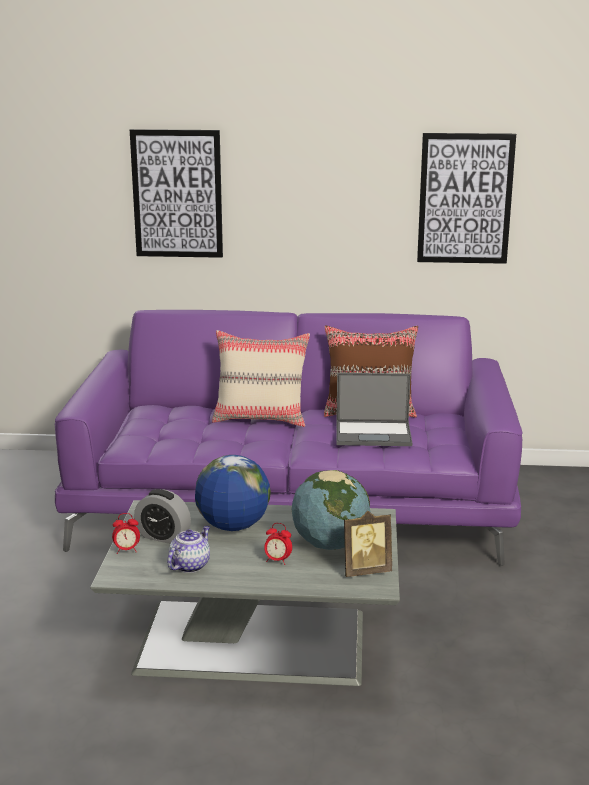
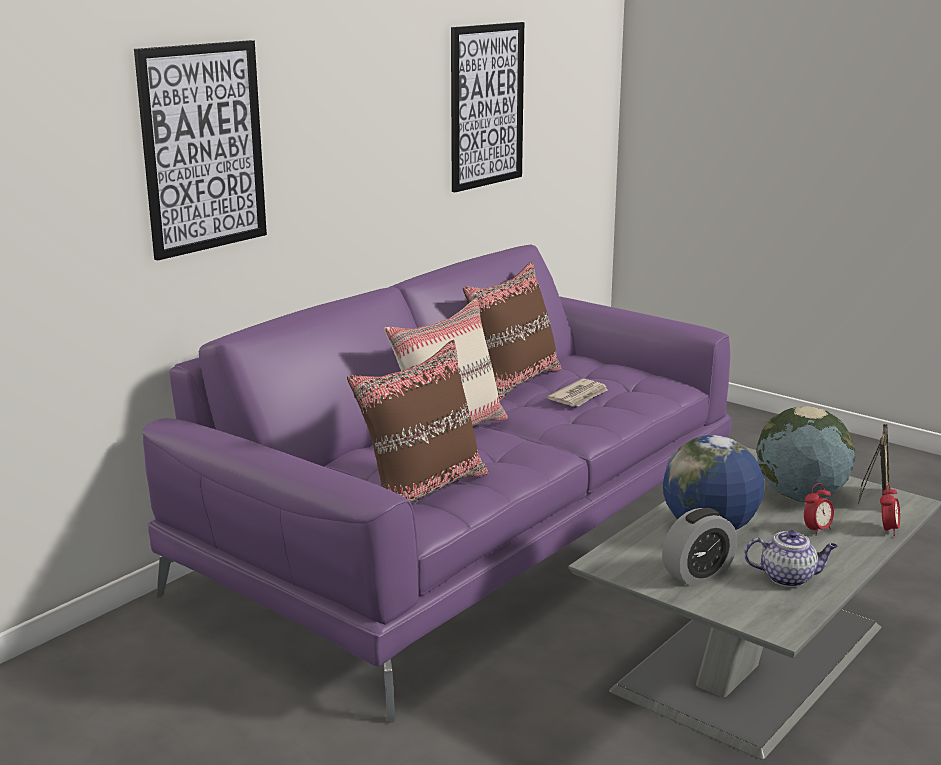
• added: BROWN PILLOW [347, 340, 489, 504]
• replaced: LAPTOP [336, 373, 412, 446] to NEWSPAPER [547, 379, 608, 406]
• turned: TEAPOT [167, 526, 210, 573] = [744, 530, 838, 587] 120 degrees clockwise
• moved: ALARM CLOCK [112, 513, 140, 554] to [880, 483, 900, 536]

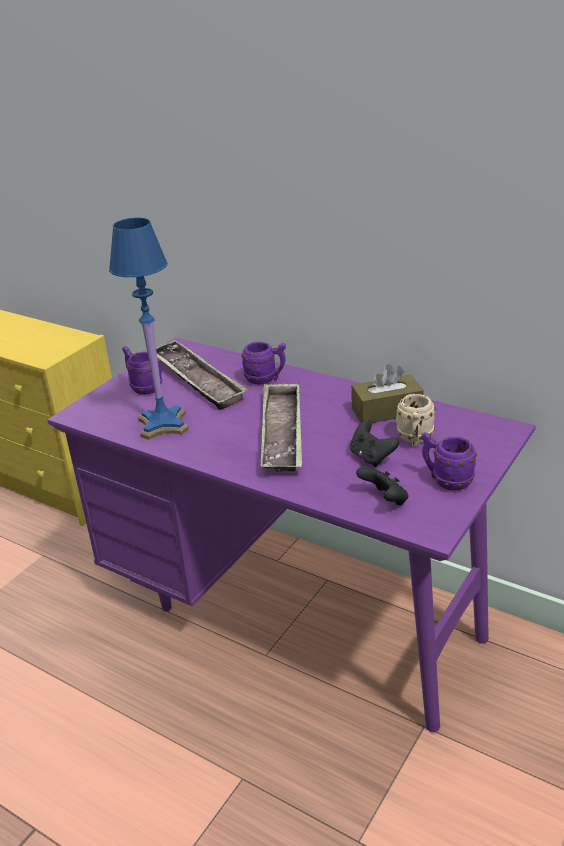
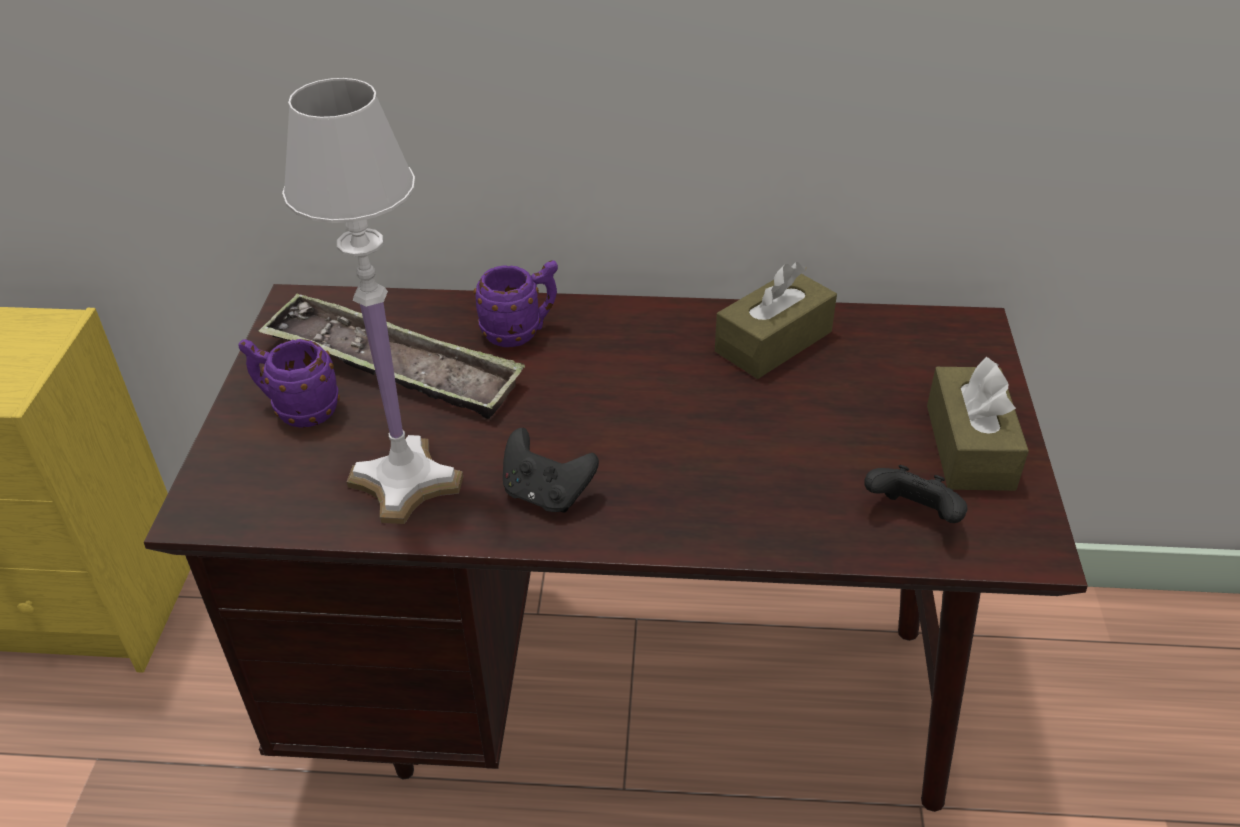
• recoloured: PURPLE DESK [47, 338, 536, 732] to BROWN DESK [144, 284, 1088, 812]
• recoloured: BLUE TABLE LAMP [109, 218, 189, 440] to WHITE TABLE LAMP [282, 78, 463, 524]
• moved: BLACK GAME CONTROLLER [350, 420, 399, 467] to [503, 428, 599, 513]
• replaced: PURPLE MUG [421, 432, 477, 490] to BROWN TISSUE BOX [927, 357, 1029, 491]
• removed: TRAY [261, 383, 302, 472]
• removed: BEIGE MUG [396, 394, 436, 447]

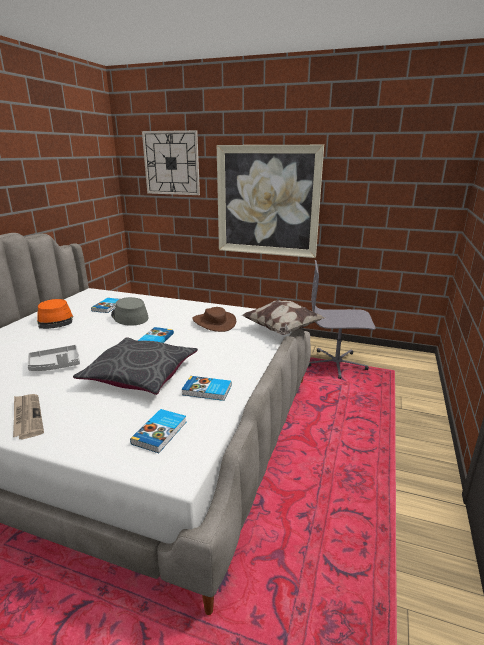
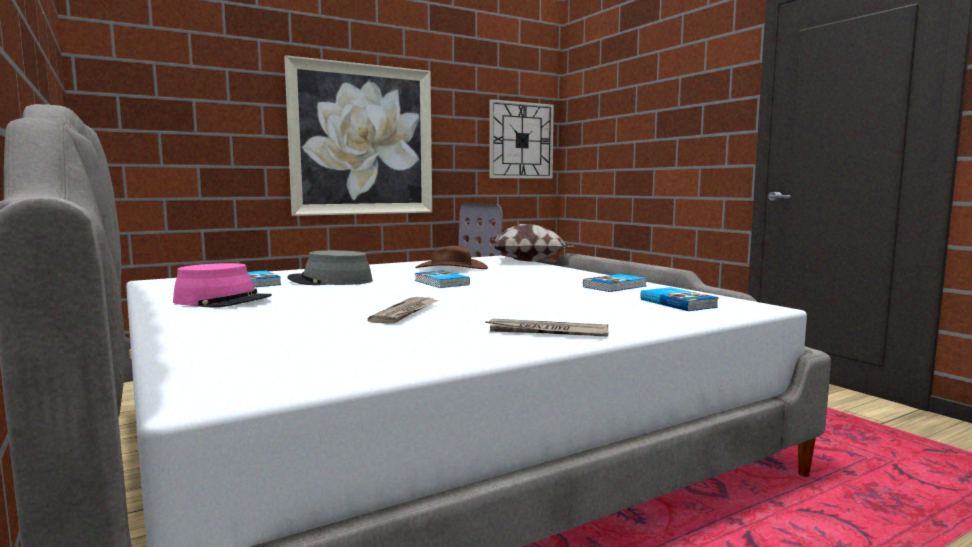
• recoloured: ORANGE HAT [37, 299, 73, 329] to PINK HAT [173, 263, 272, 308]
• replaced: GREY TRAY [27, 345, 80, 371] to NEWSPAPER [368, 297, 439, 324]
• moved: WALL CLOCK [142, 130, 200, 195] to [490, 99, 554, 179]
• removed: GREY PILLOW [73, 337, 198, 395]

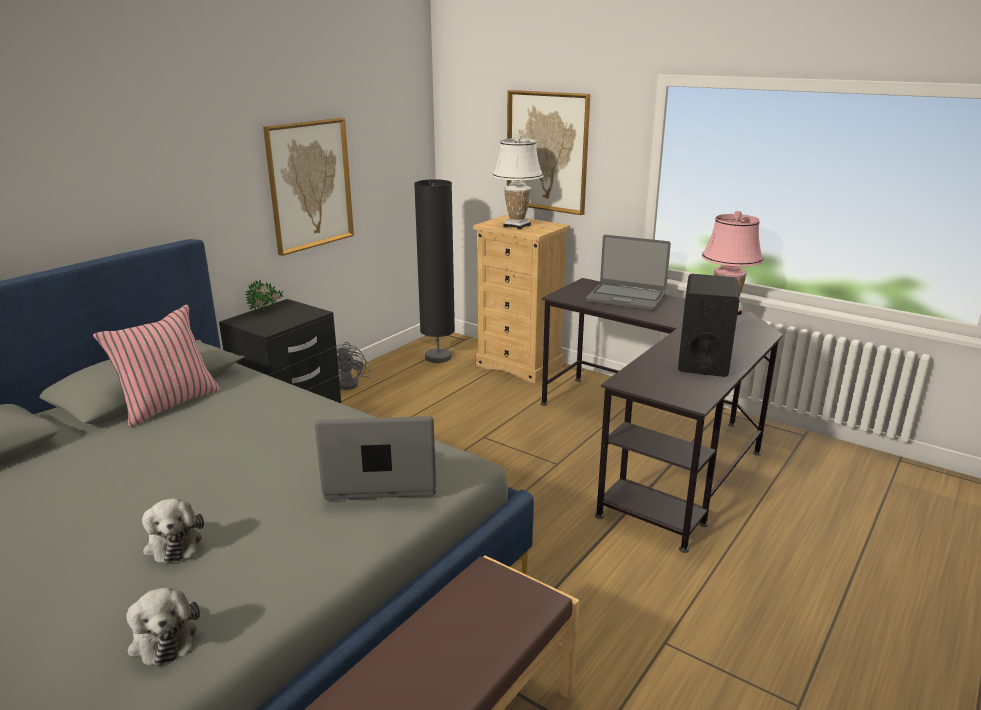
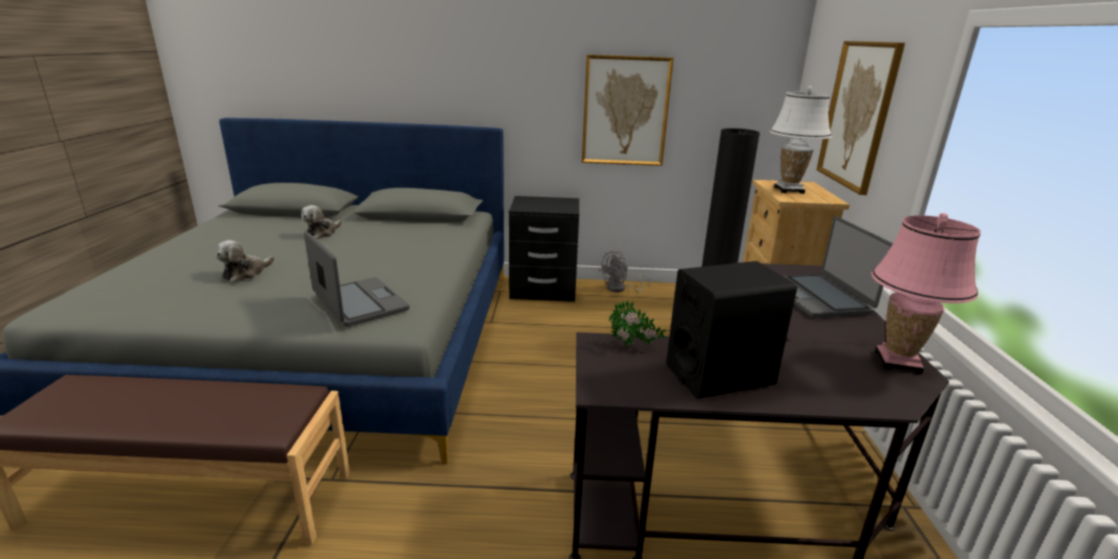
• moved: PLUSH TOY [126, 588, 200, 667] to [301, 205, 342, 239]
• moved: POTTED PLANT [245, 279, 283, 311] to [609, 300, 666, 347]
• removed: PINK PILLOW [93, 305, 221, 427]

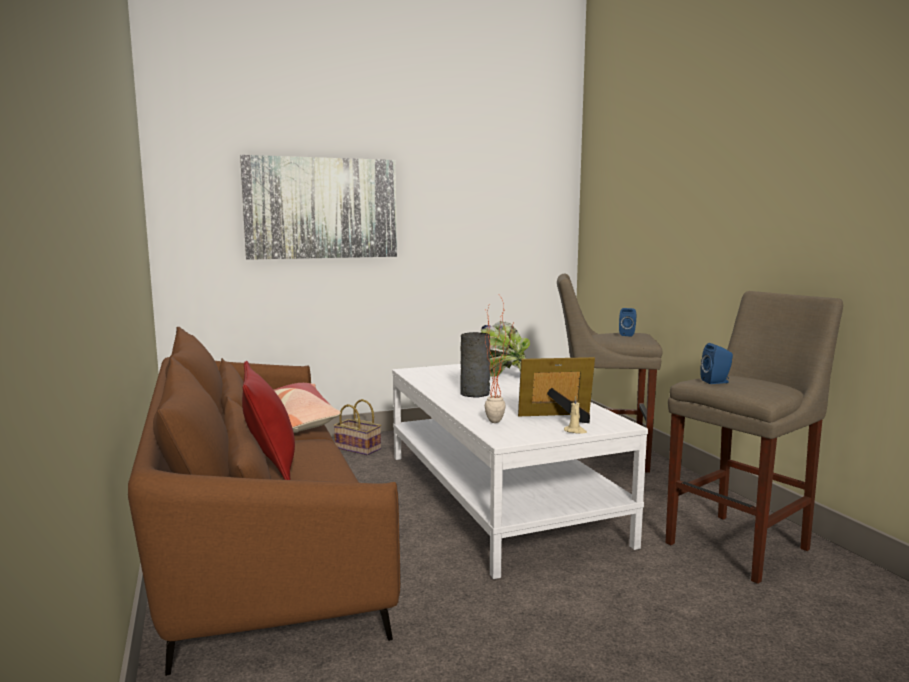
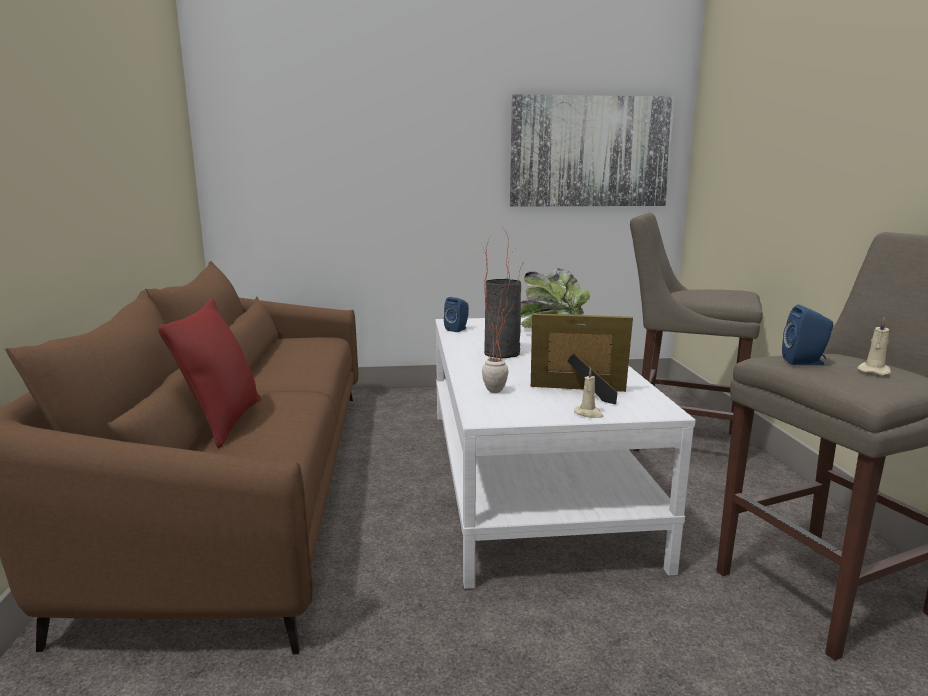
• moved: BLUE SPEAKER [619, 308, 636, 337] to [444, 297, 469, 332]
• moved: PICTURE [240, 155, 397, 260] to [510, 94, 675, 207]
• added: BEIGE CANDLE [857, 317, 891, 375]
• removed: PILLOW [274, 383, 341, 433]
• removed: BASKET [334, 399, 381, 455]

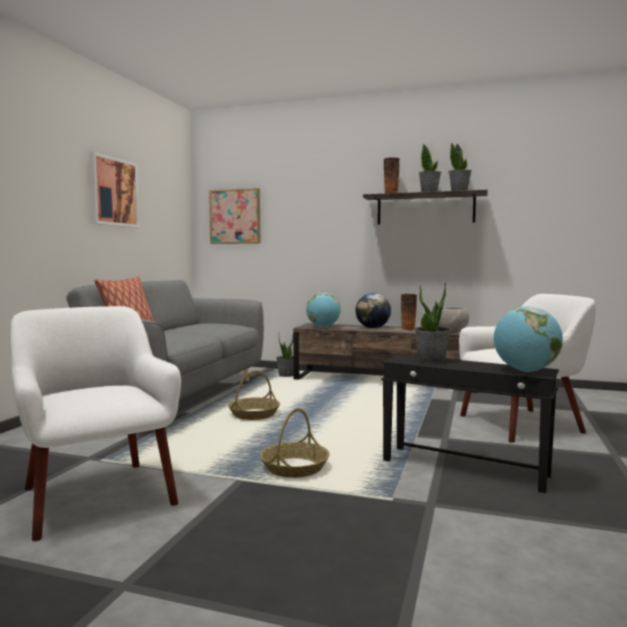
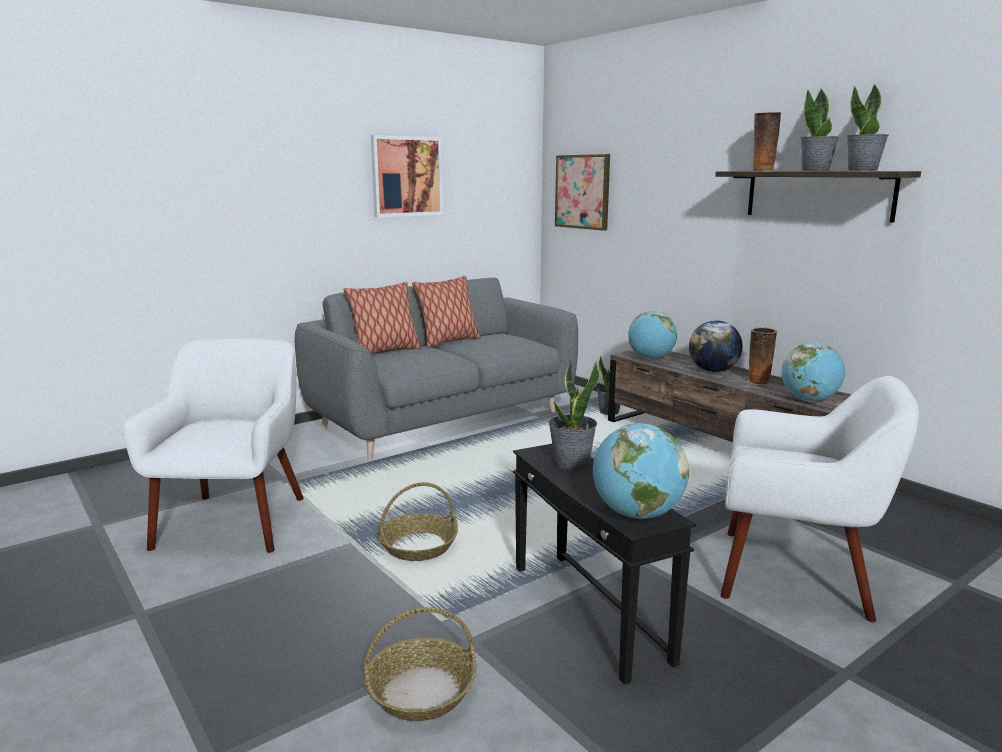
• moved: BASKET [228, 370, 280, 420] to [364, 607, 476, 721]
• added: PILLOW [412, 276, 481, 348]
• replaced: GREY BOWL [438, 307, 469, 333] to GLOBE [782, 342, 845, 402]

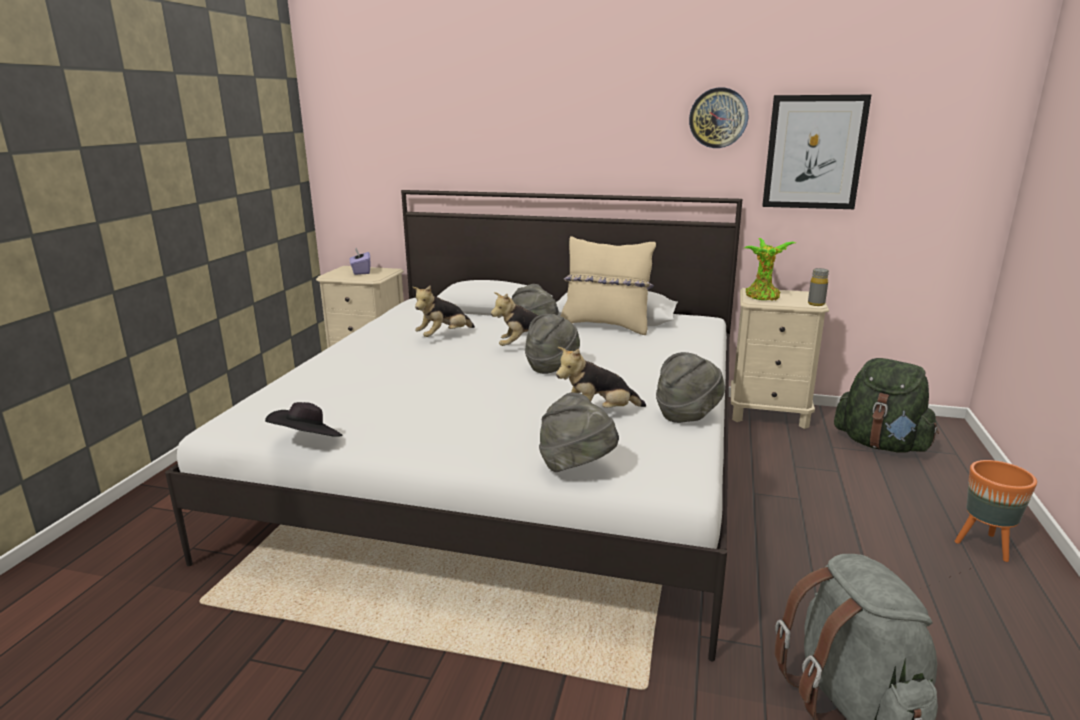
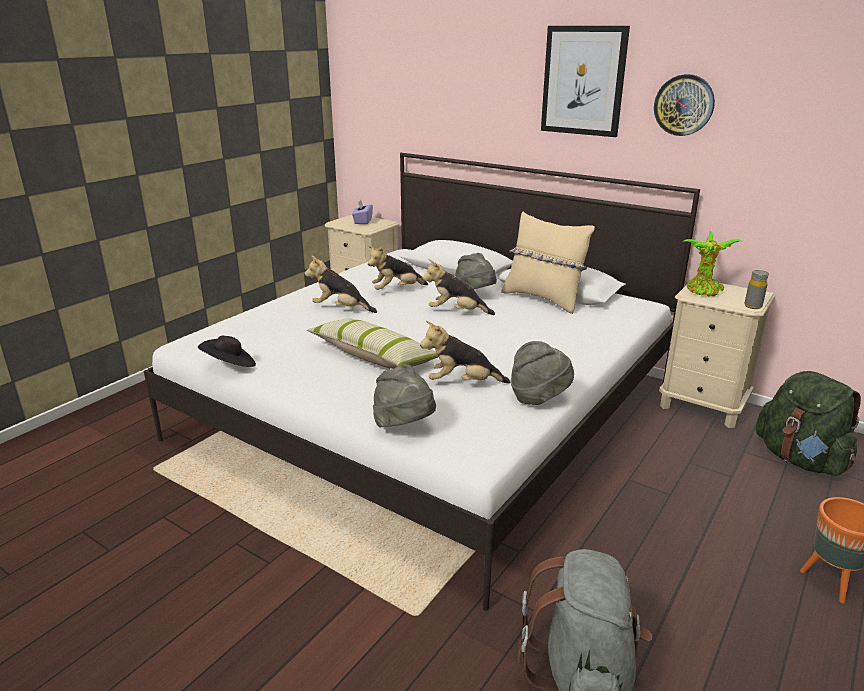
• added: PLUSH TOY [304, 255, 377, 313]
• added: PILLOW [307, 318, 438, 369]
• moved: PICTURE [762, 95, 871, 209] to [541, 26, 630, 137]
• removed: GREY HAT [525, 314, 580, 374]

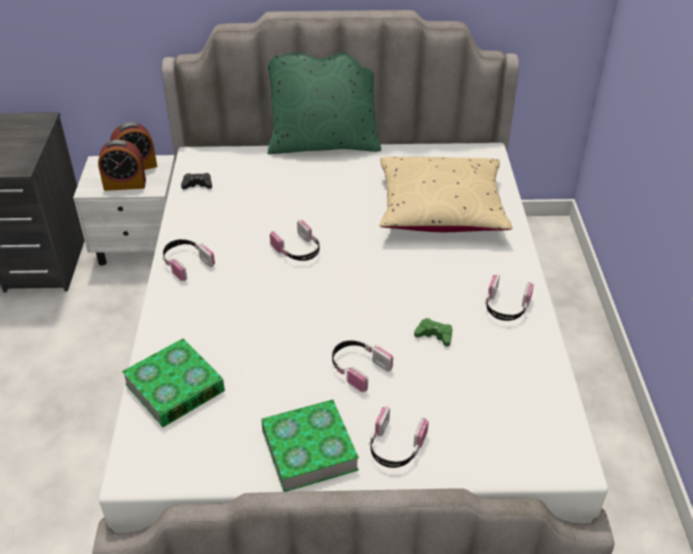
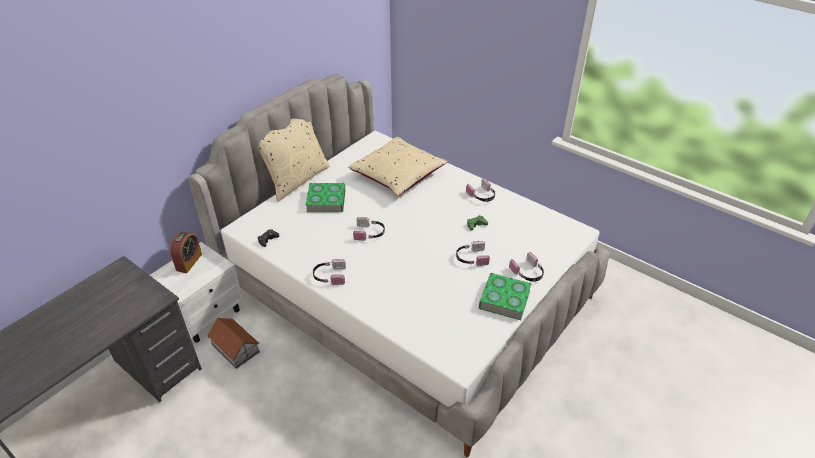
• added: TOY HOUSE [207, 318, 260, 369]
• recoloured: GREEN PILLOW [268, 51, 381, 154] to BEIGE PILLOW [259, 119, 330, 202]
• moved: BOOK [122, 338, 225, 427] to [306, 183, 345, 212]
• removed: ALARM CLOCK [98, 139, 146, 191]

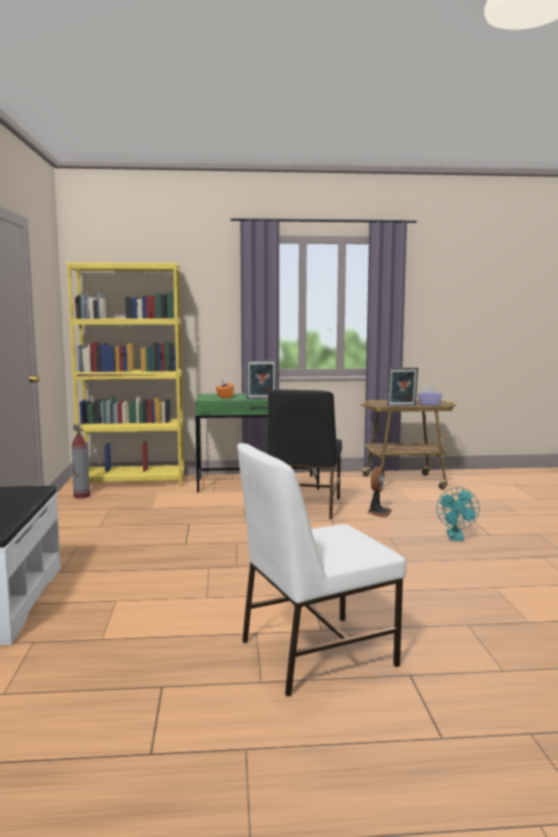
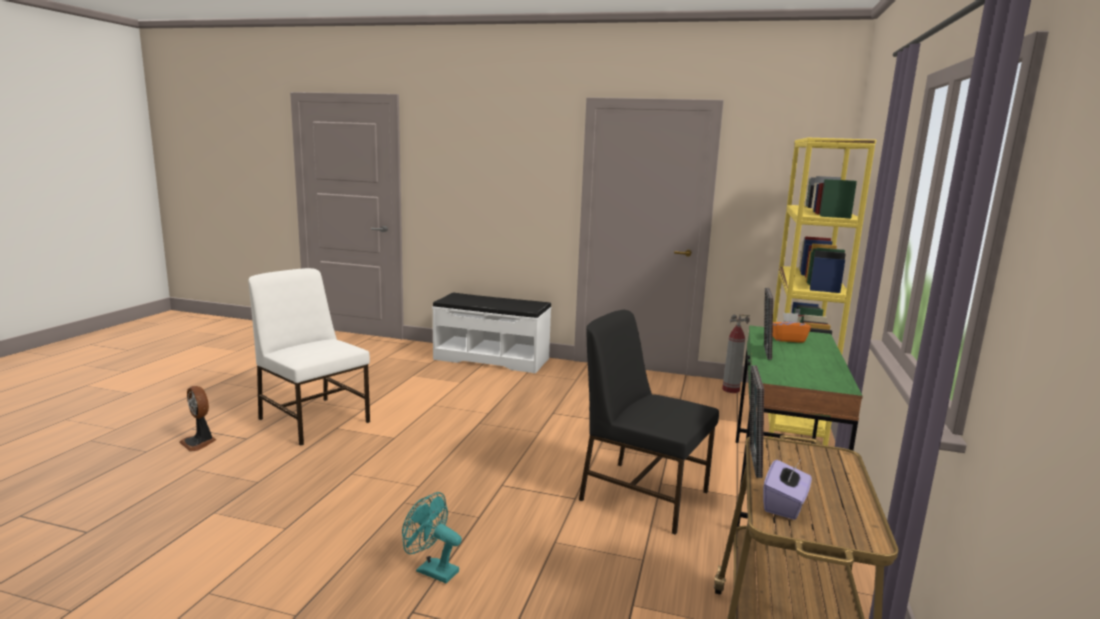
• moved: FAN [367, 467, 392, 517] to [180, 386, 216, 452]
• turned: WHITE CHAIR [237, 443, 406, 697] = [249, 268, 370, 446] 45 degrees counterclockwise

